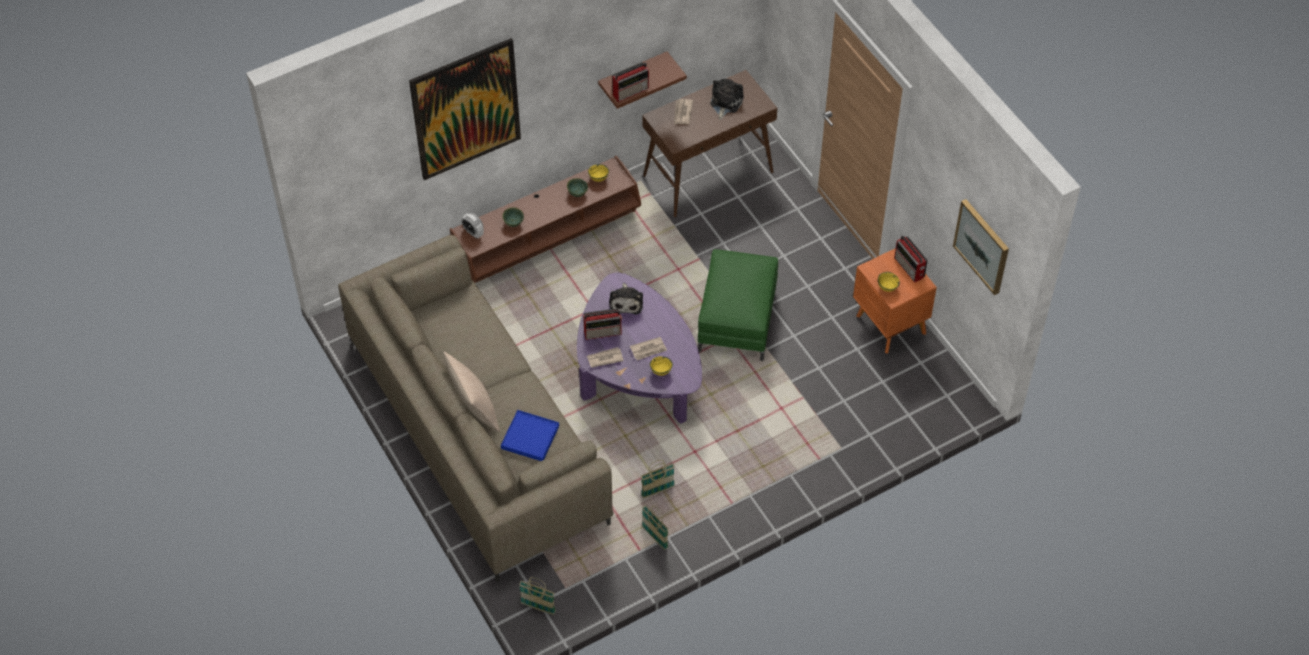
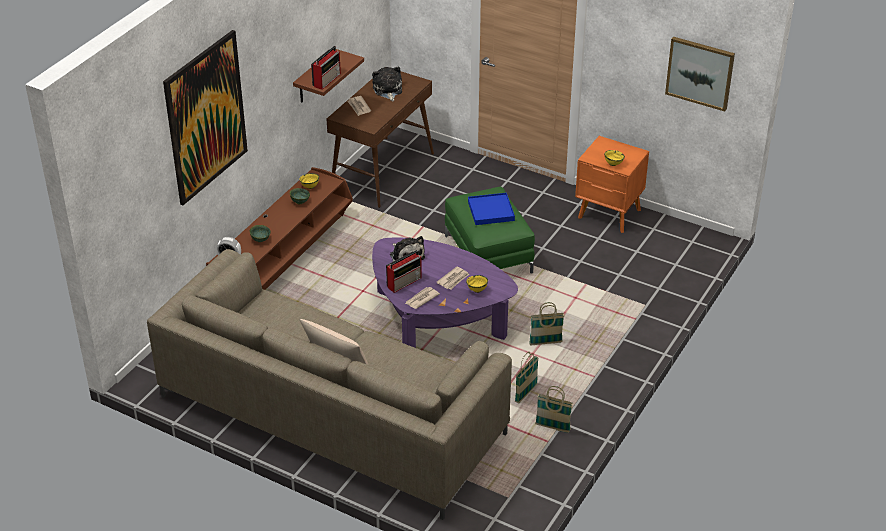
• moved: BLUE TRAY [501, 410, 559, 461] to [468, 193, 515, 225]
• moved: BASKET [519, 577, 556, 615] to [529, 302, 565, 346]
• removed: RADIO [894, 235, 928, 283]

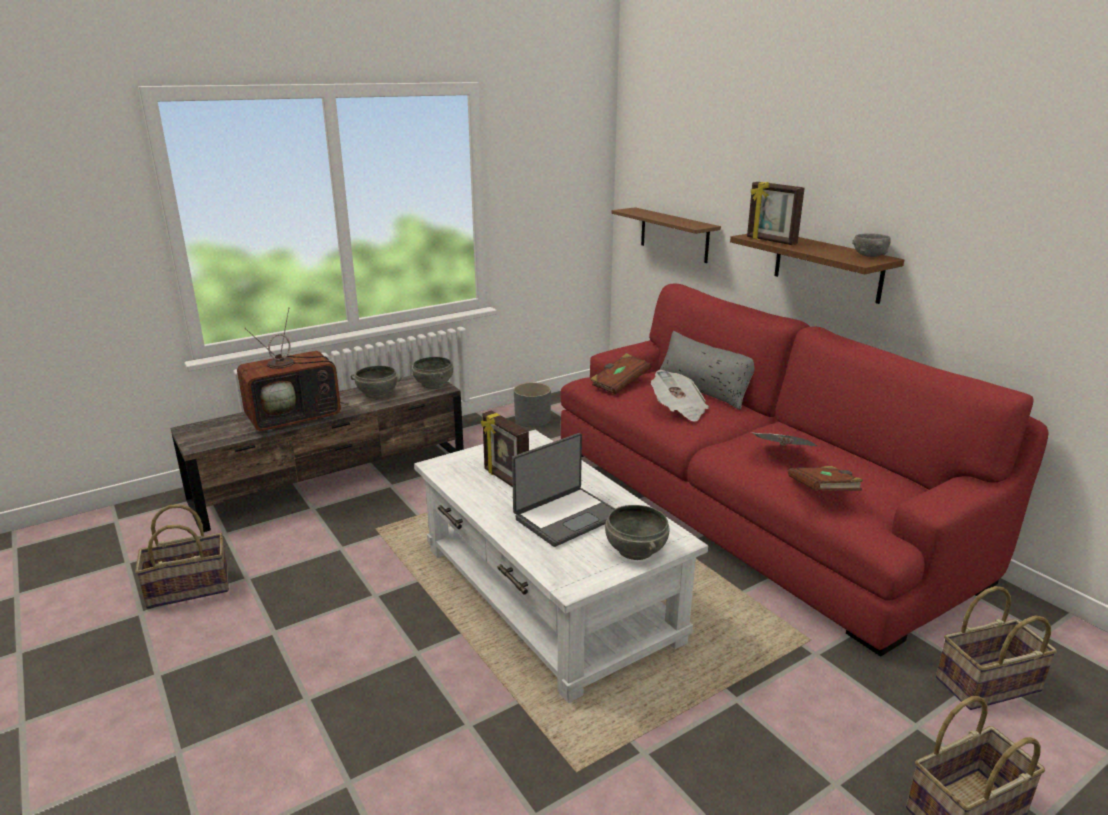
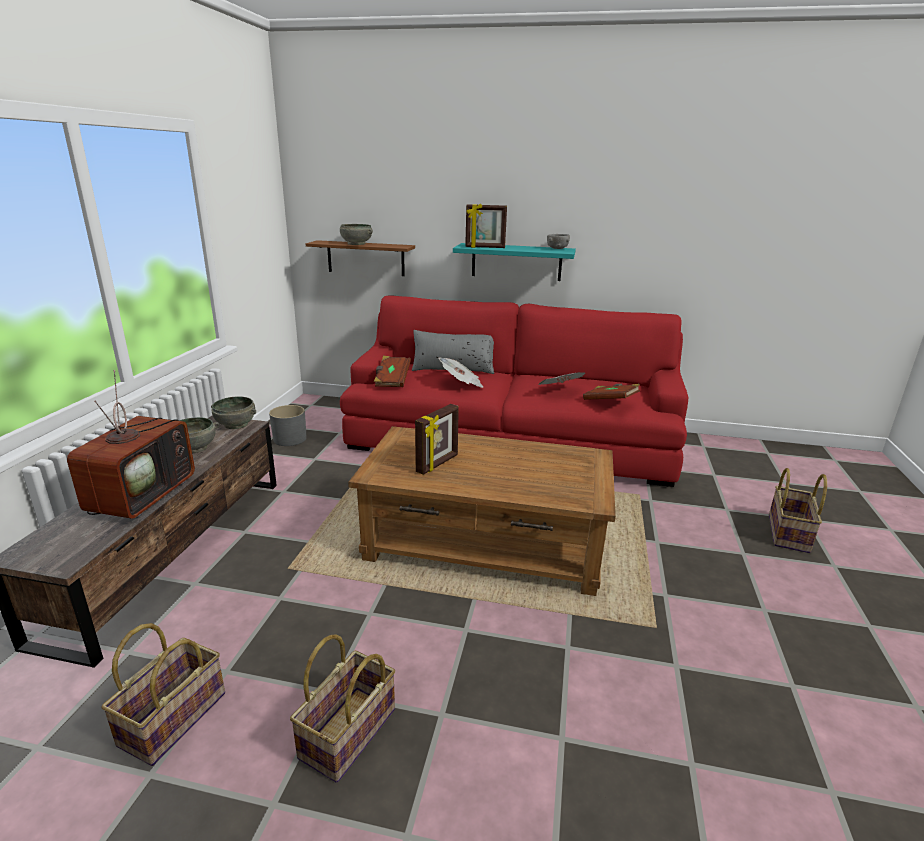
• moved: BASKET [936, 586, 1057, 710] to [290, 635, 395, 783]
• moved: GREY BOWL [605, 505, 669, 560] to [340, 224, 373, 245]
• recoloured: WHITE COFFEE TABLE [414, 430, 708, 703] to BROWN COFFEE TABLE [348, 426, 616, 596]
• turned: PICTURE FRAME [481, 410, 529, 487] = [415, 404, 459, 475] 60 degrees counterclockwise
• recoloured: BROWN SHELF [730, 234, 904, 304] to TURQUOISE SHELF [453, 243, 576, 281]
• removed: LAPTOP [512, 433, 615, 547]

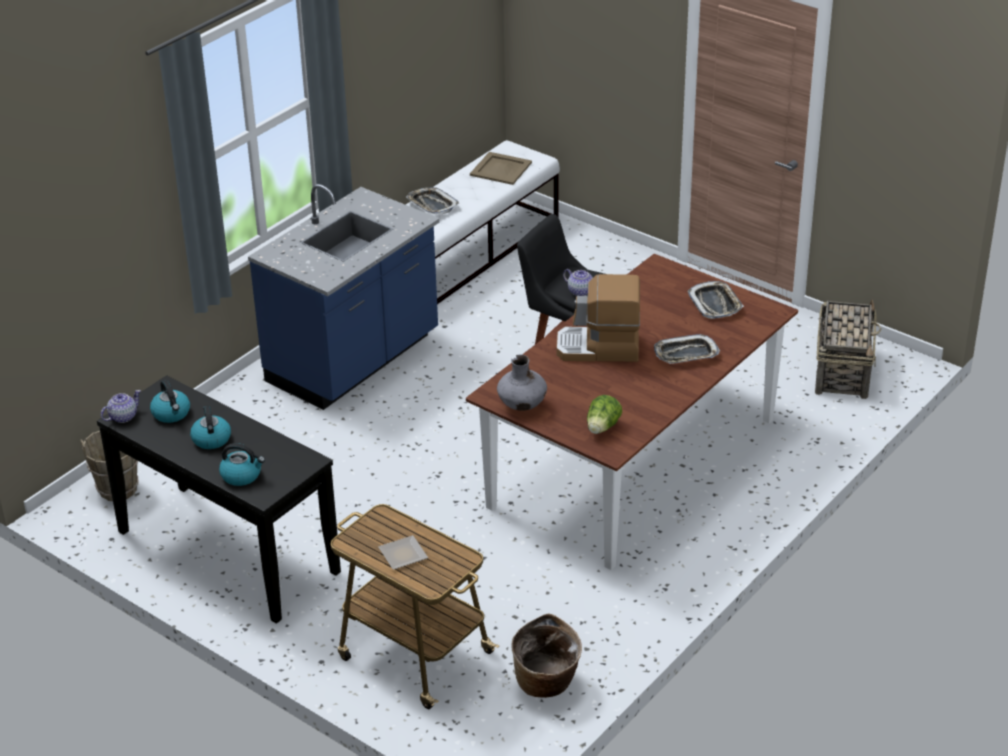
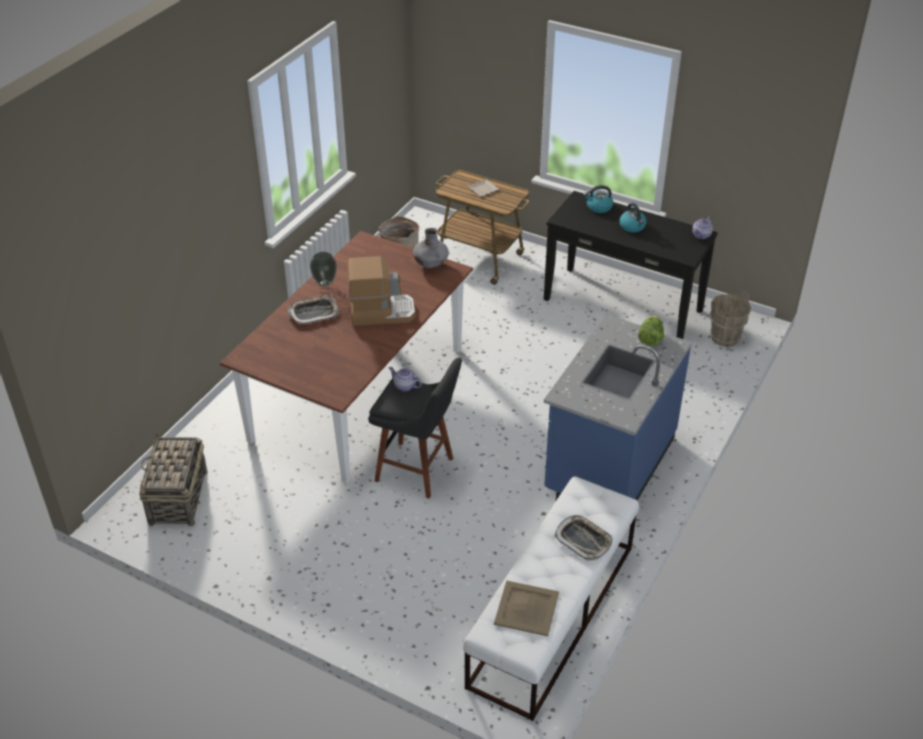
• added: VASE [310, 252, 337, 286]
• moved: LETTUCE [587, 395, 622, 434] to [638, 316, 664, 346]
• removed: KETTLE [150, 380, 190, 423]
• removed: TRAY [688, 281, 744, 319]

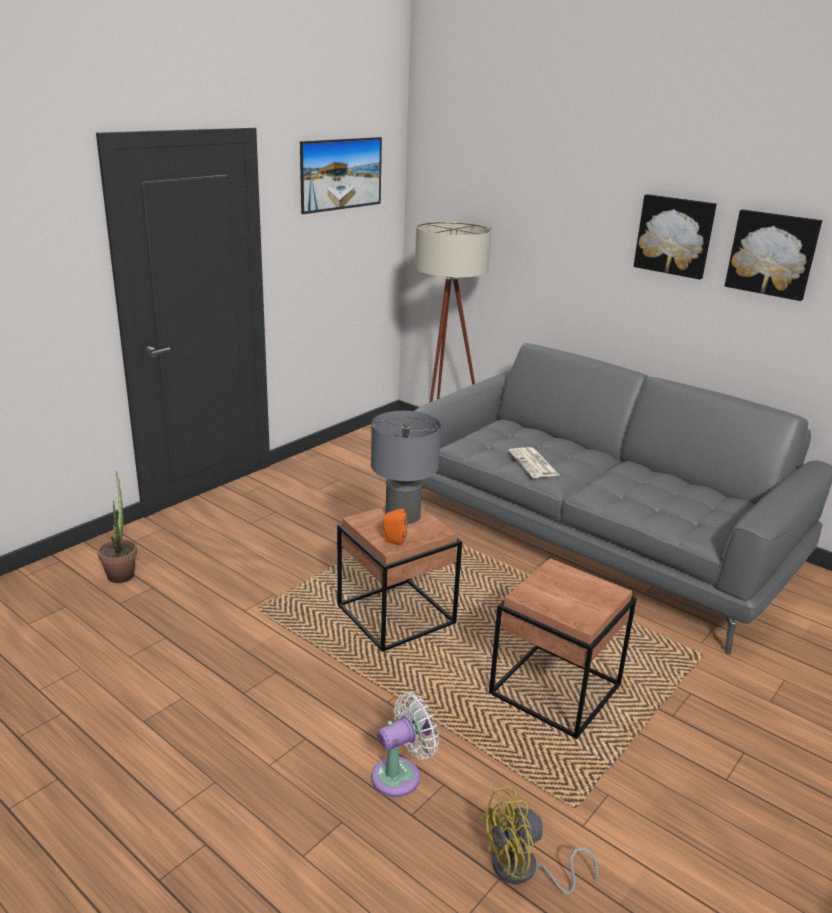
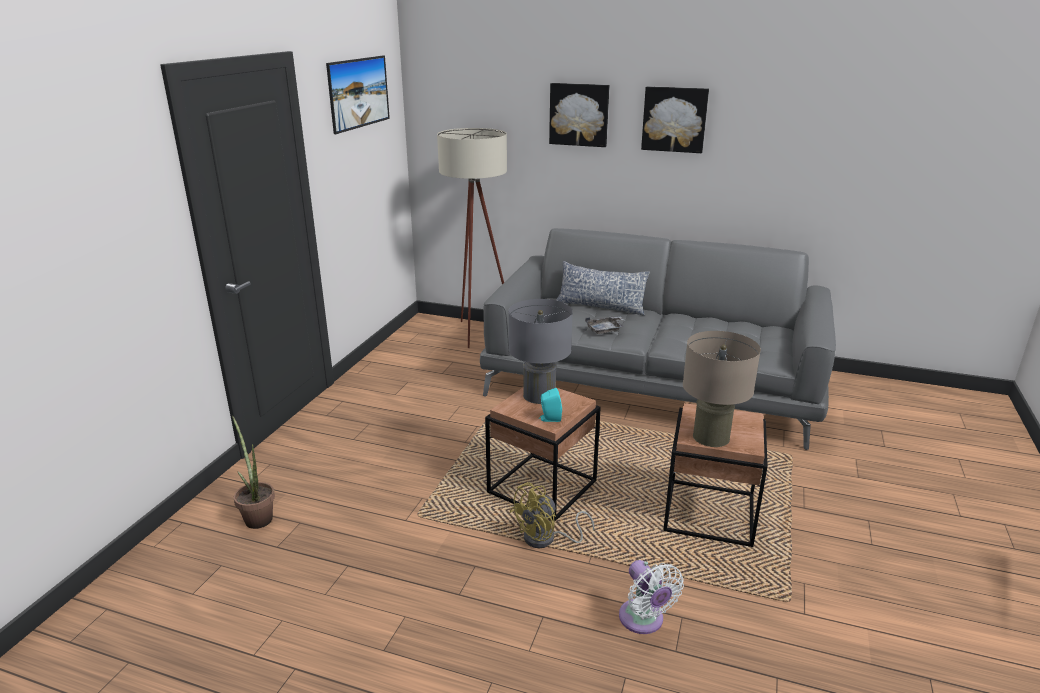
• moved: YELLOW FAN [480, 786, 598, 894] to [509, 482, 594, 548]
• recoloured: ORANGE SPEAKER [381, 509, 408, 546] to TURQUOISE SPEAKER [539, 388, 562, 422]
• moved: PICTURE [725, 210, 822, 301] to [549, 83, 610, 147]
• added: PILLOW [556, 261, 650, 315]
• replaced: NEWSPAPER [508, 447, 559, 478] to GREY TRAY [585, 316, 624, 334]
• turned: WHITE FAN [371, 693, 439, 797] = [619, 560, 684, 634] 120 degrees clockwise
• added: BEIGE TABLE LAMP [683, 331, 761, 447]

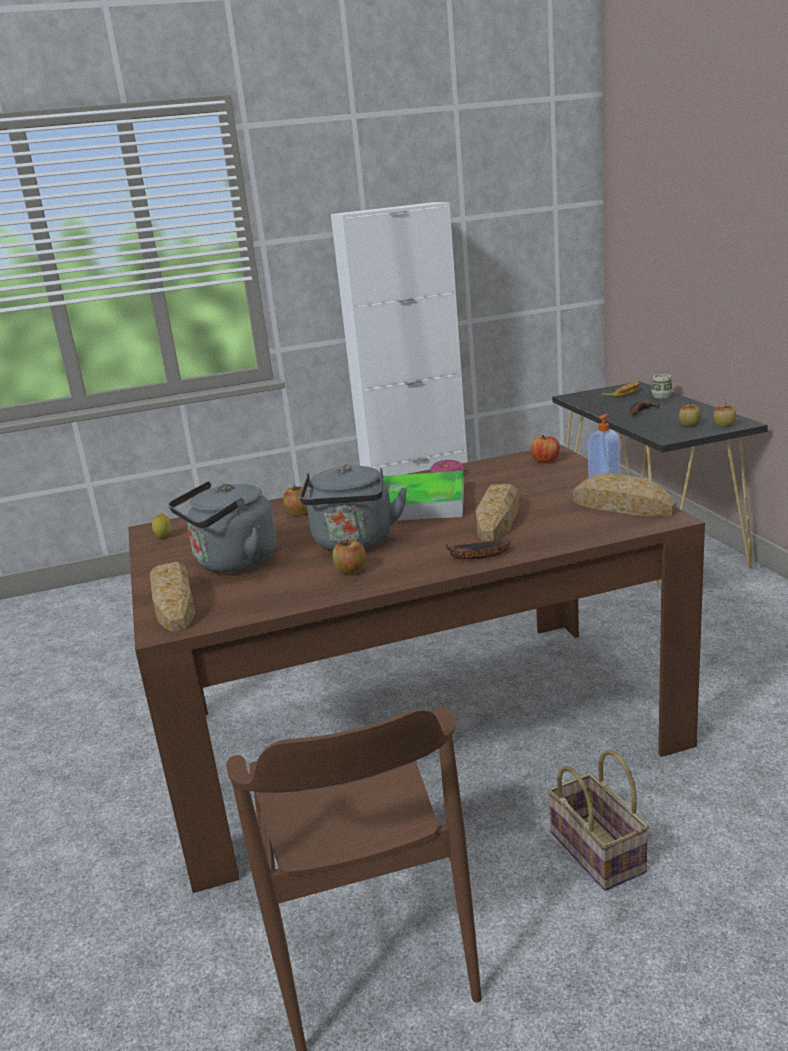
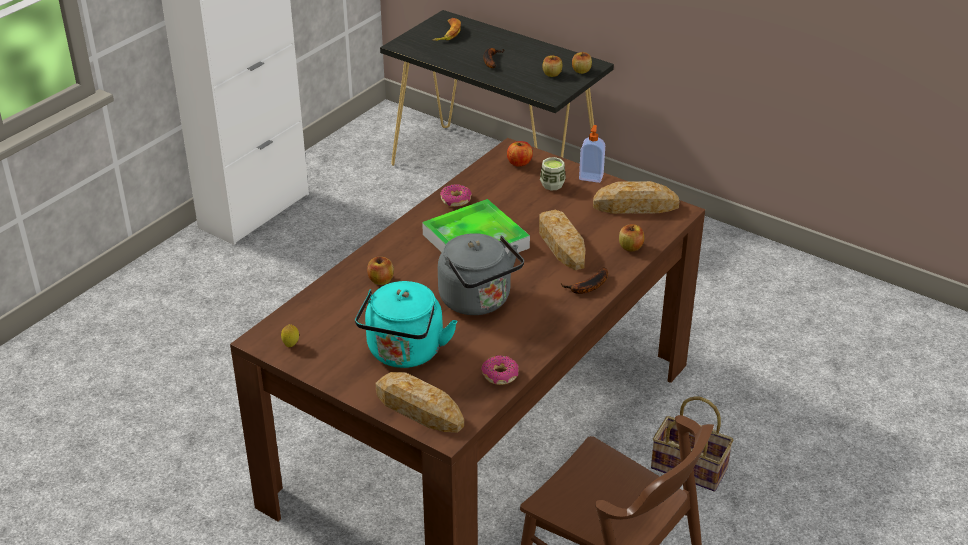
• recoloured: GREY KETTLE [168, 481, 276, 573] to TURQUOISE KETTLE [355, 281, 457, 368]
• added: DONUT [481, 355, 519, 385]
• moved: CUP [652, 374, 672, 399] to [540, 157, 566, 190]
• moved: APPLE [333, 539, 366, 575] to [619, 224, 644, 252]

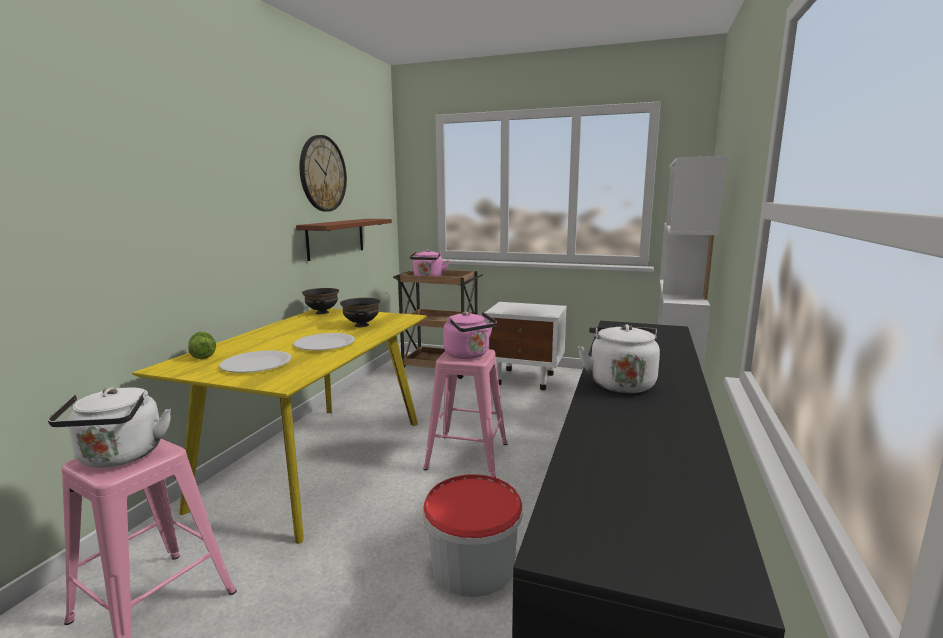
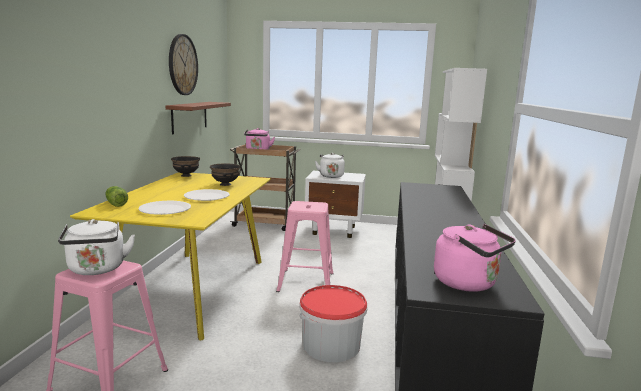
• moved: WHITE KETTLE [578, 324, 660, 393] to [315, 153, 345, 178]
• moved: PINK KETTLE [443, 312, 497, 359] to [434, 224, 516, 292]

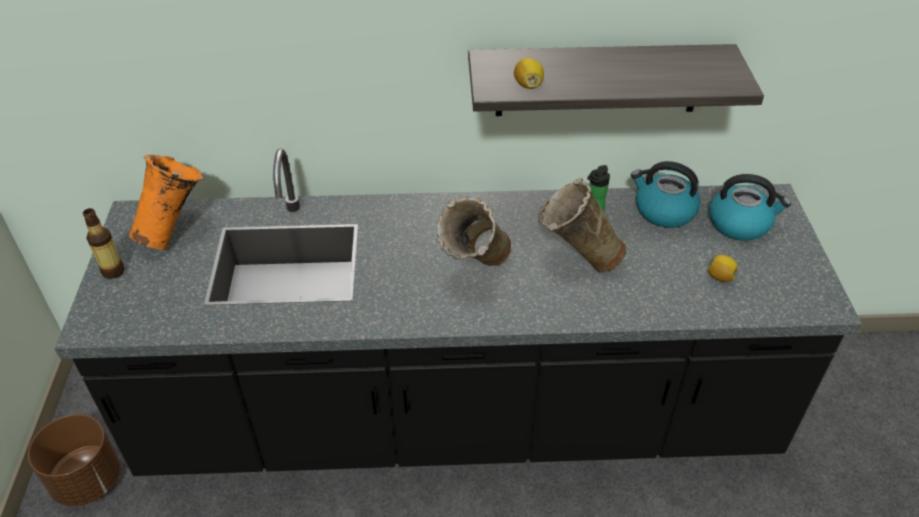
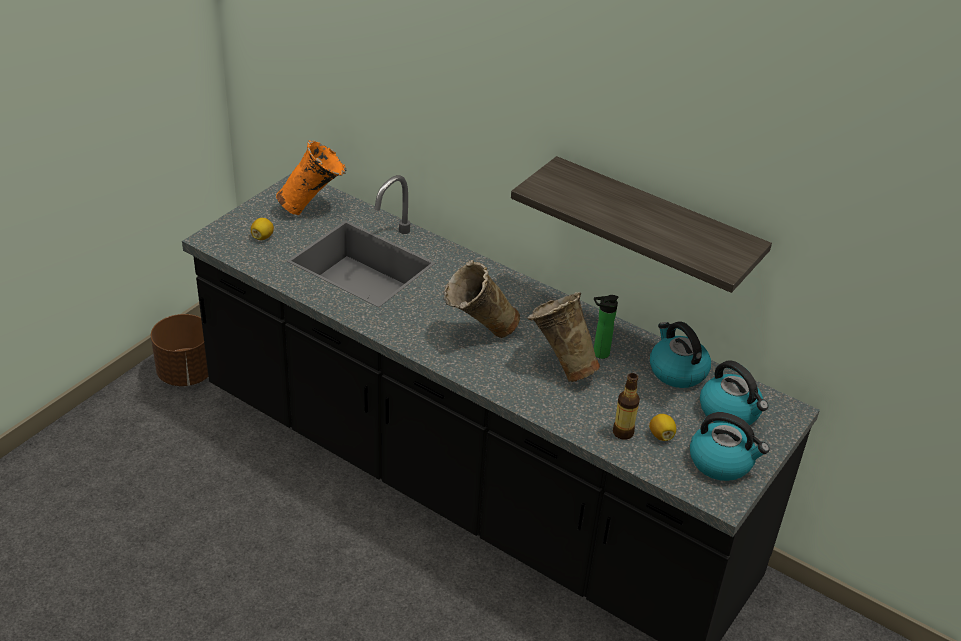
• moved: LEMON [514, 58, 544, 89] to [251, 218, 274, 240]
• moved: BOTTLE [83, 208, 124, 279] to [613, 373, 640, 440]
• added: KETTLE [690, 412, 769, 481]

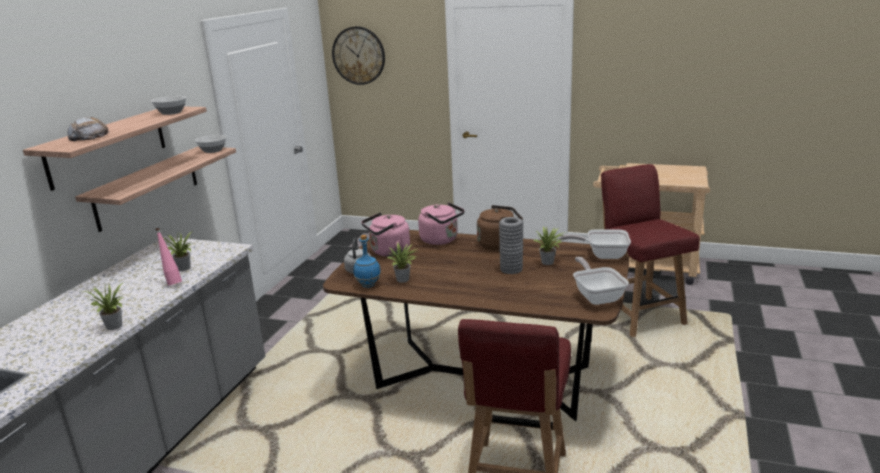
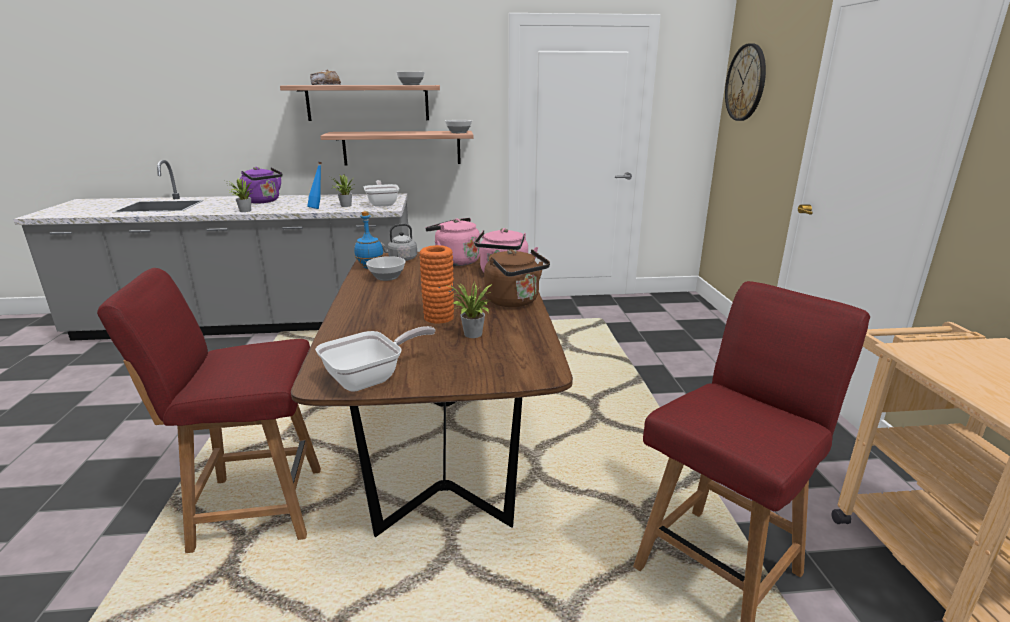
• added: PURPLE KETTLE [240, 167, 283, 203]
• recoloured: PINK BOTTLE [155, 228, 182, 286] to BLUE BOTTLE [307, 162, 322, 209]
• moved: FRYING PAN [559, 229, 631, 259] to [364, 180, 399, 207]
• replaced: POTTED PLANT [387, 243, 419, 283] to BOWL [366, 256, 406, 281]
• recoloured: GREY VASE [499, 217, 523, 274] to ORANGE VASE [420, 245, 454, 323]

